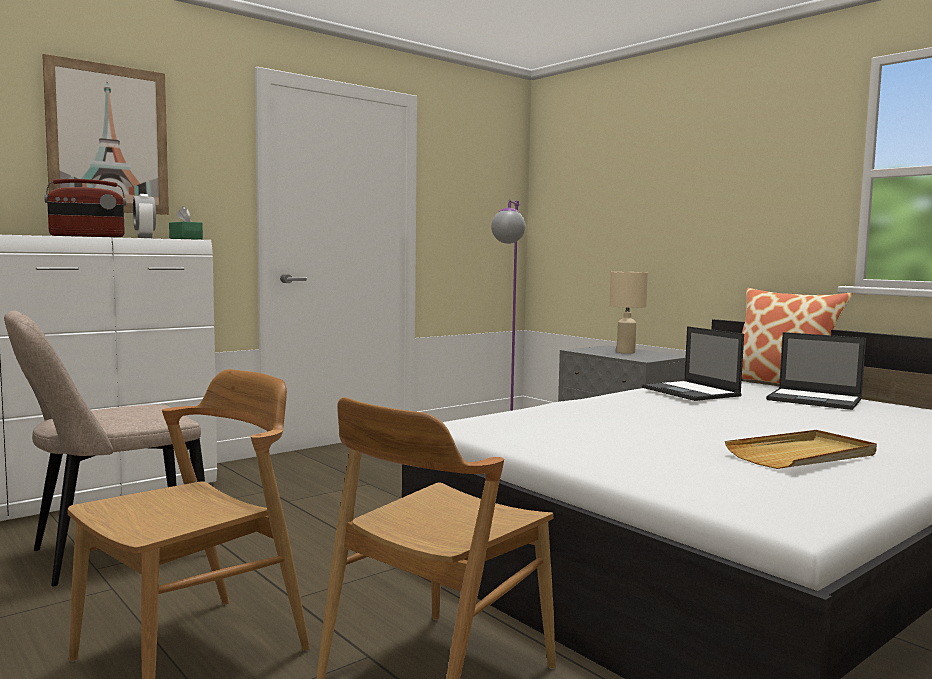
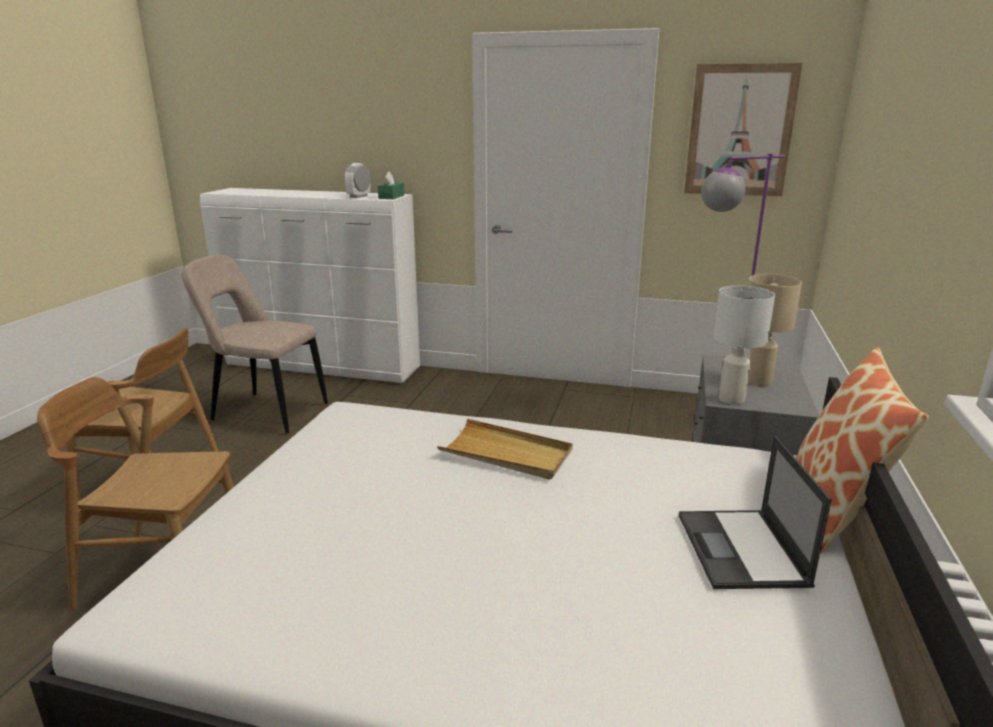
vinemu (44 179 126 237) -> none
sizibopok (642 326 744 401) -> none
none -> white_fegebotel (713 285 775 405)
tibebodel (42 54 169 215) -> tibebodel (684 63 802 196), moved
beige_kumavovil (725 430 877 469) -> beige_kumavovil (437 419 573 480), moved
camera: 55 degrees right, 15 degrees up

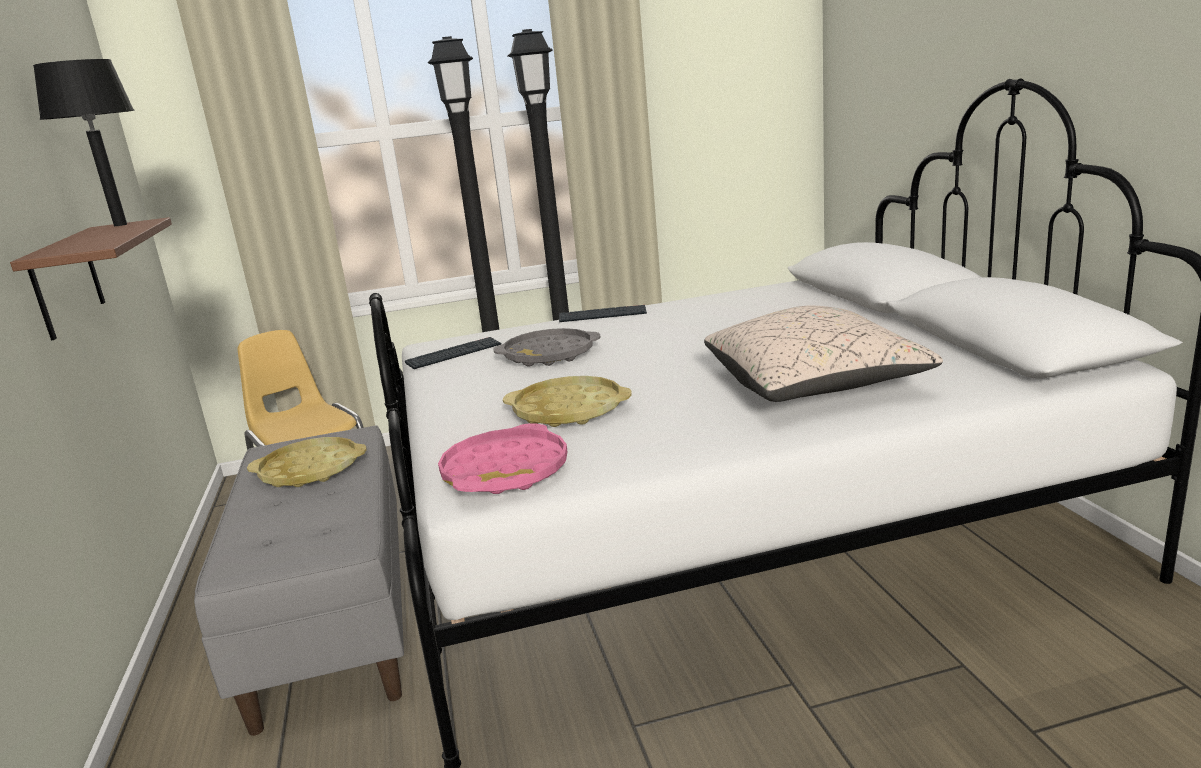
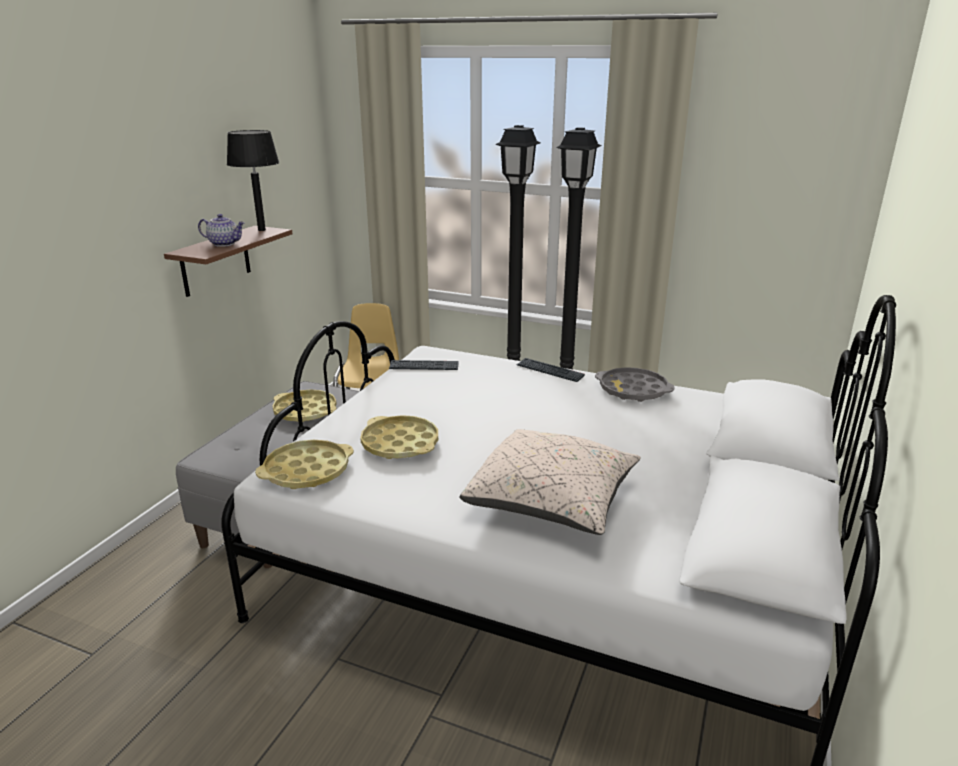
none -> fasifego (198 214 244 247)
grey_kumavovil (494 328 601 367) -> grey_kumavovil (595 367 675 402), moved
pink_kumavovil (438 424 568 494) -> yellow_kumavovil (255 440 354 489)
camera: 35 degrees right, 5 degrees up

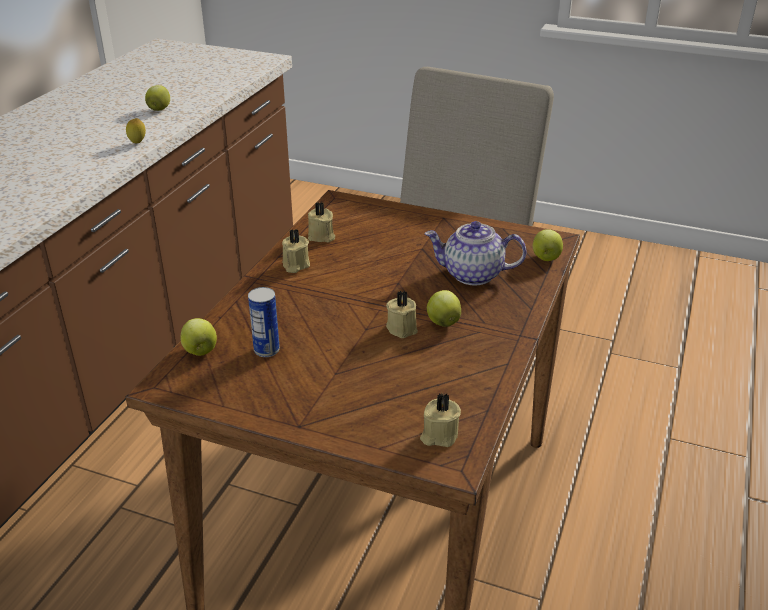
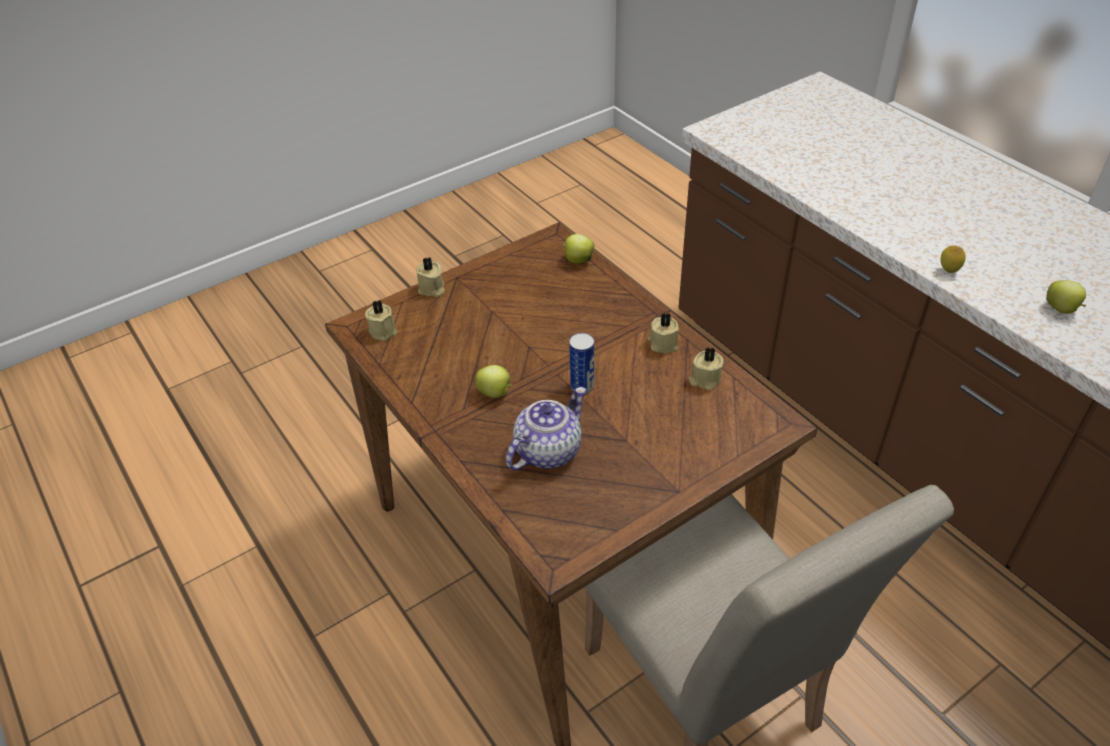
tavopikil (532 229 563 261) -> none
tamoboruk (248 287 280 357) -> tamoboruk (569 333 594 394), moved
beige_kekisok (386 291 418 338) -> beige_kekisok (416 257 445 297), moved
camera: 125 degrees right, 10 degrees up

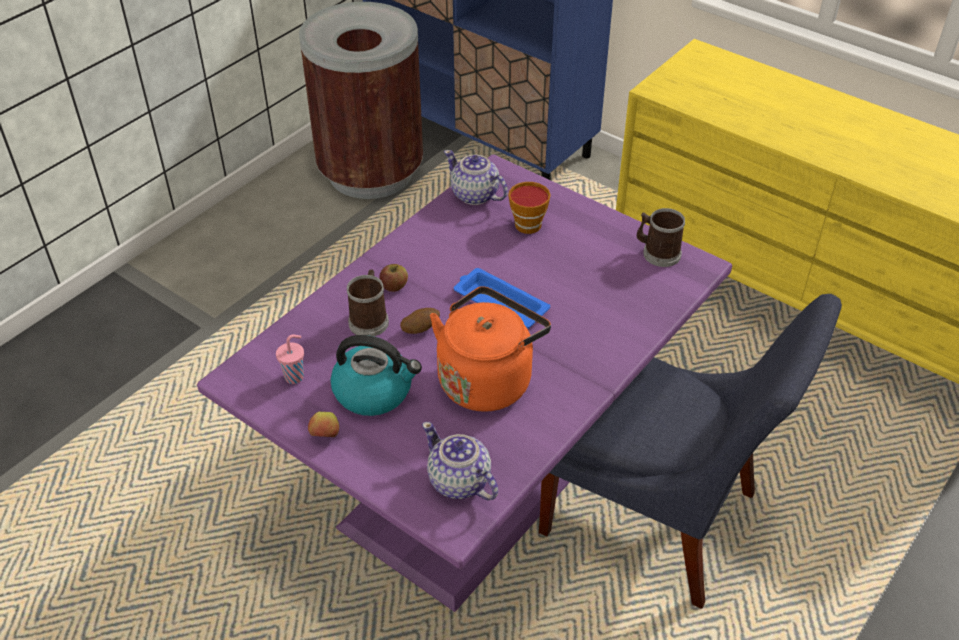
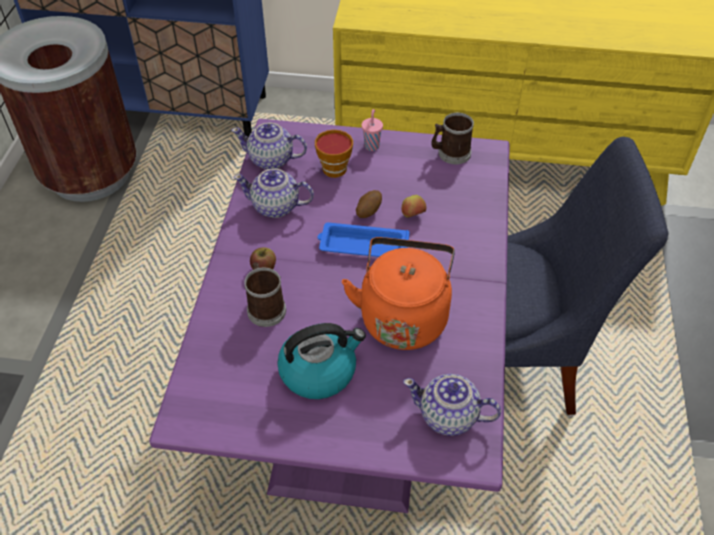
none -> fasifego (234 168 314 218)
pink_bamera (276 334 304 384) -> pink_bamera (362 109 383 151), moved
tavopikil (308 412 339 437) -> tavopikil (402 195 426 218), moved
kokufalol (400 308 440 334) -> kokufalol (356 190 382 218), moved
camera: 30 degrees left, 5 degrees up

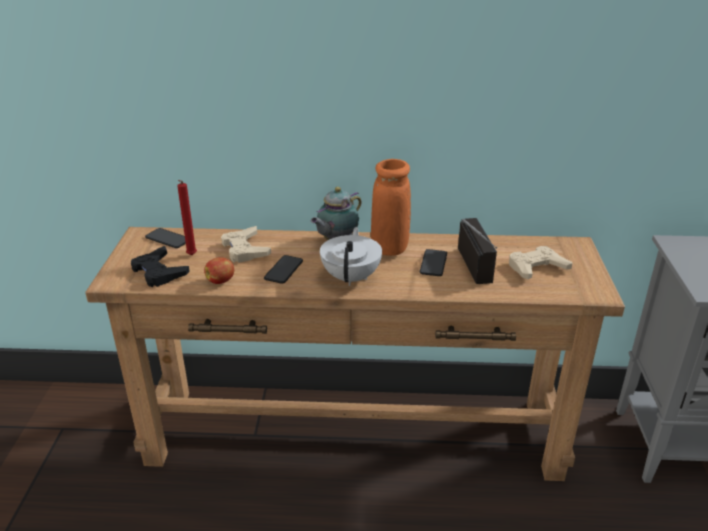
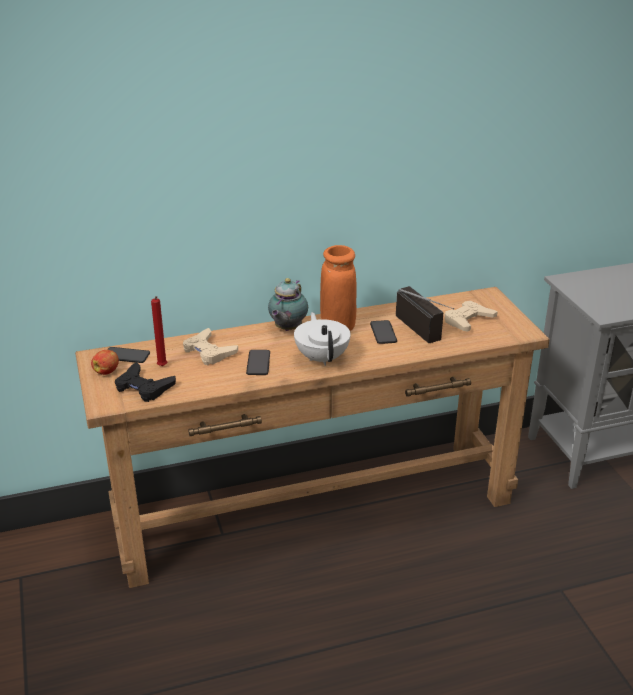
tavopikil (204 257 234 284) -> tavopikil (91 350 119 375), moved
camera: 20 degrees left, 0 degrees up

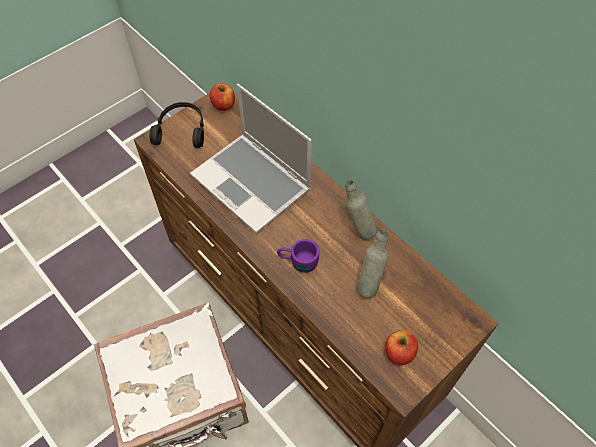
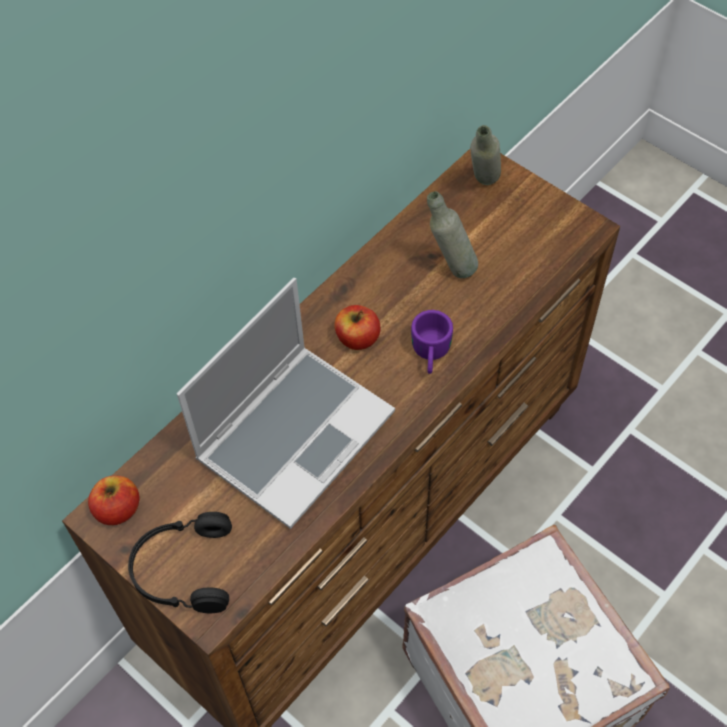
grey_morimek (345 180 377 240) -> grey_morimek (470 125 501 185), moved
tavopikil (385 330 418 365) -> tavopikil (334 305 381 350), moved
camera: 95 degrees left, 0 degrees up

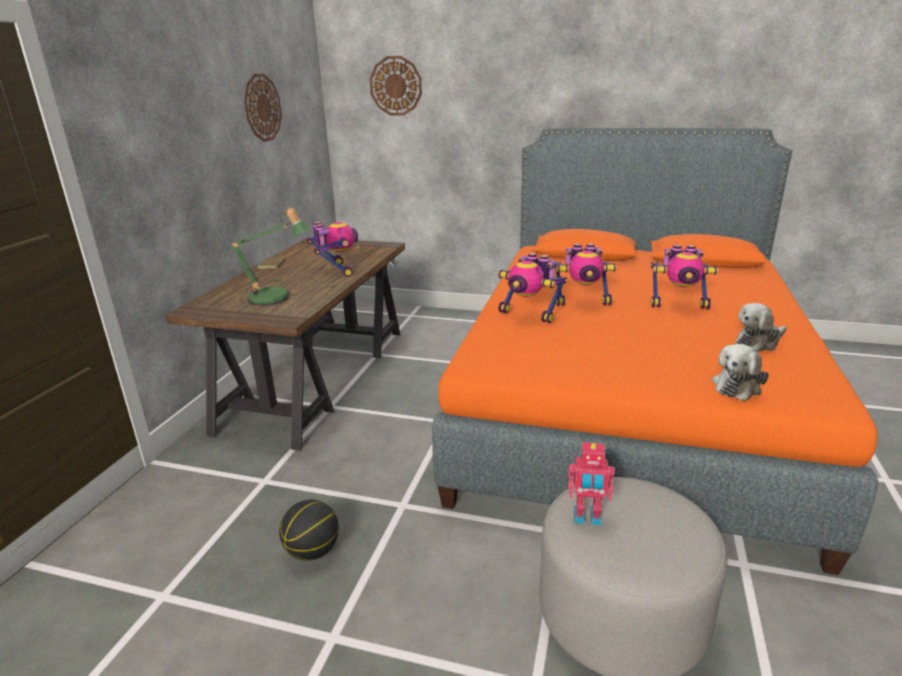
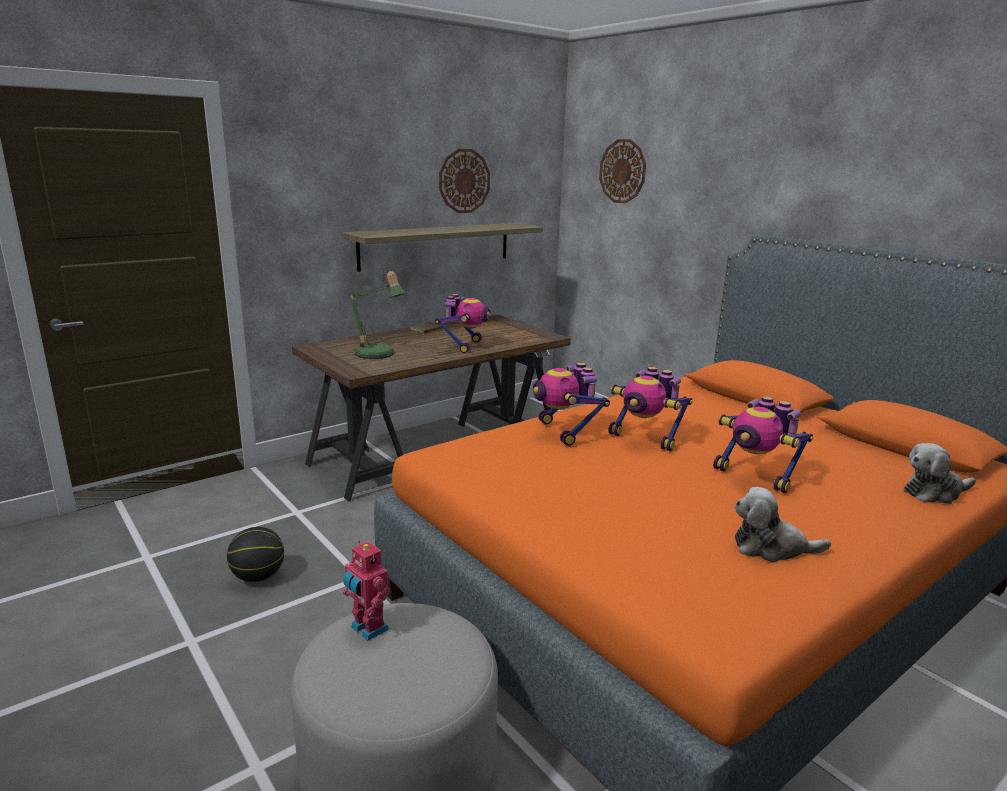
none -> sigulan (342 223 543 272)
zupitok (712 344 769 401) -> zupitok (904 443 976 504), moved
camera: 35 degrees right, 5 degrees down

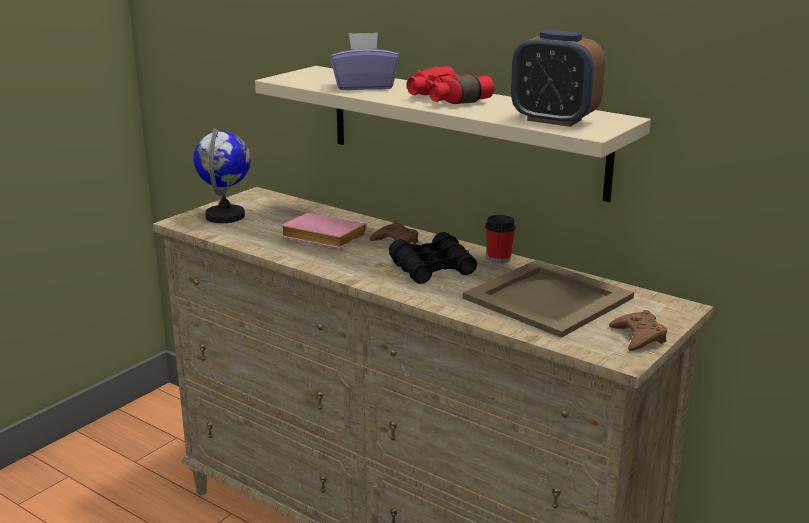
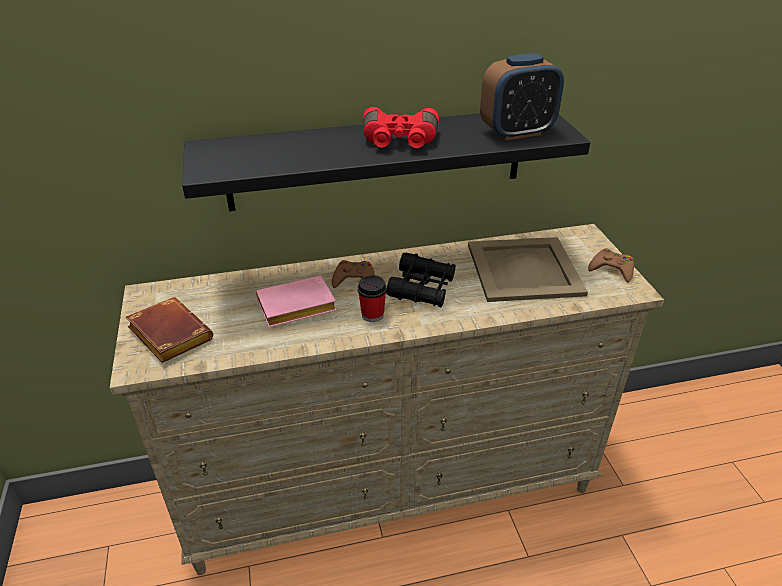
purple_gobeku (330 32 400 90) -> none
bamera (485 215 516 263) -> bamera (357 275 387 322), moved
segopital (193 128 251 223) -> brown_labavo (126 297 213 363)
beige_sigulan (255 66 651 202) -> black_sigulan (182 113 590 212)
camera: 50 degrees left, 15 degrees up

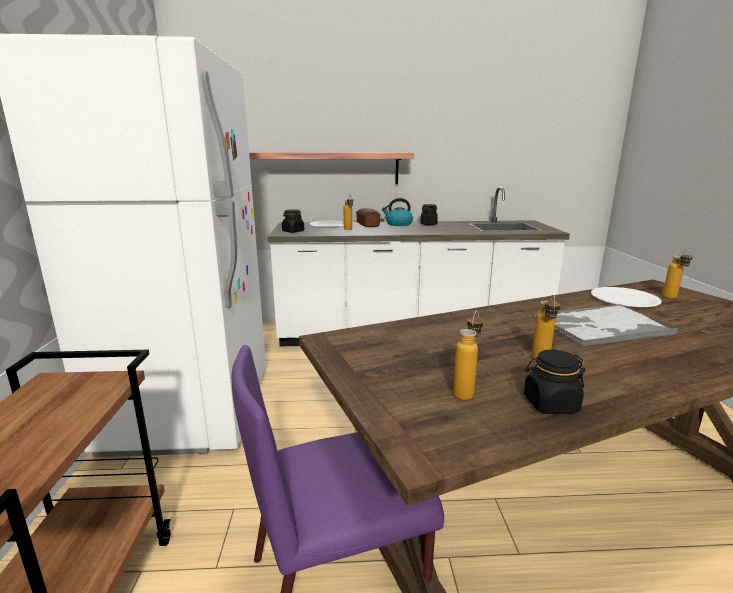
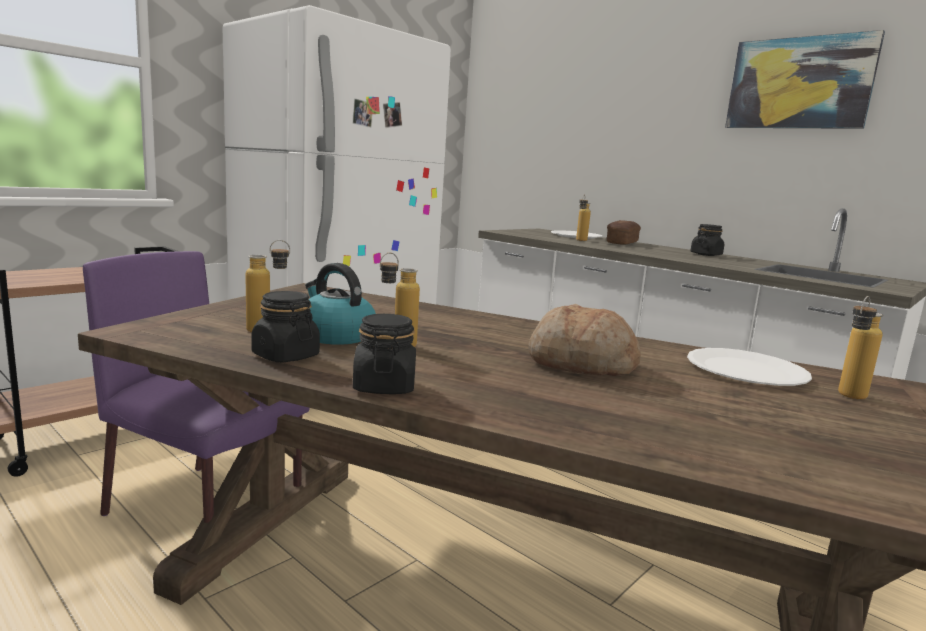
sigulan (249 152 414 184) -> none
none -> tibebodel (725 30 885 129)
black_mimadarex (282 209 304 233) -> black_mimadarex (353 314 416 394), moved
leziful (382 198 413 226) -> leziful (305 263 376 345), moved
kumavovil (535 304 679 347) -> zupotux (528 304 641 376)
camera: 45 degrees right, 5 degrees down

